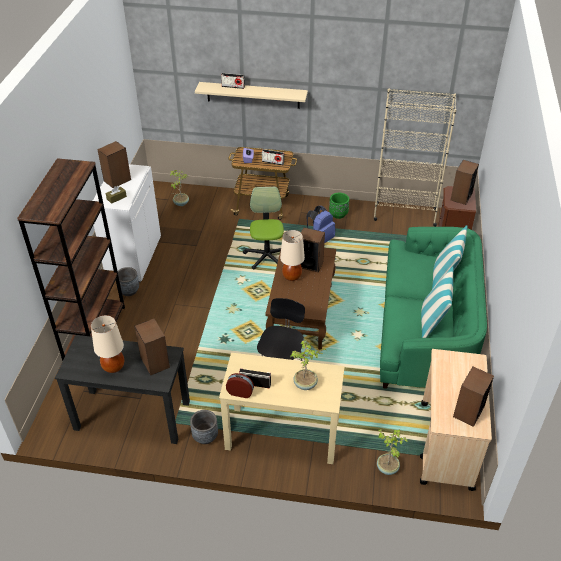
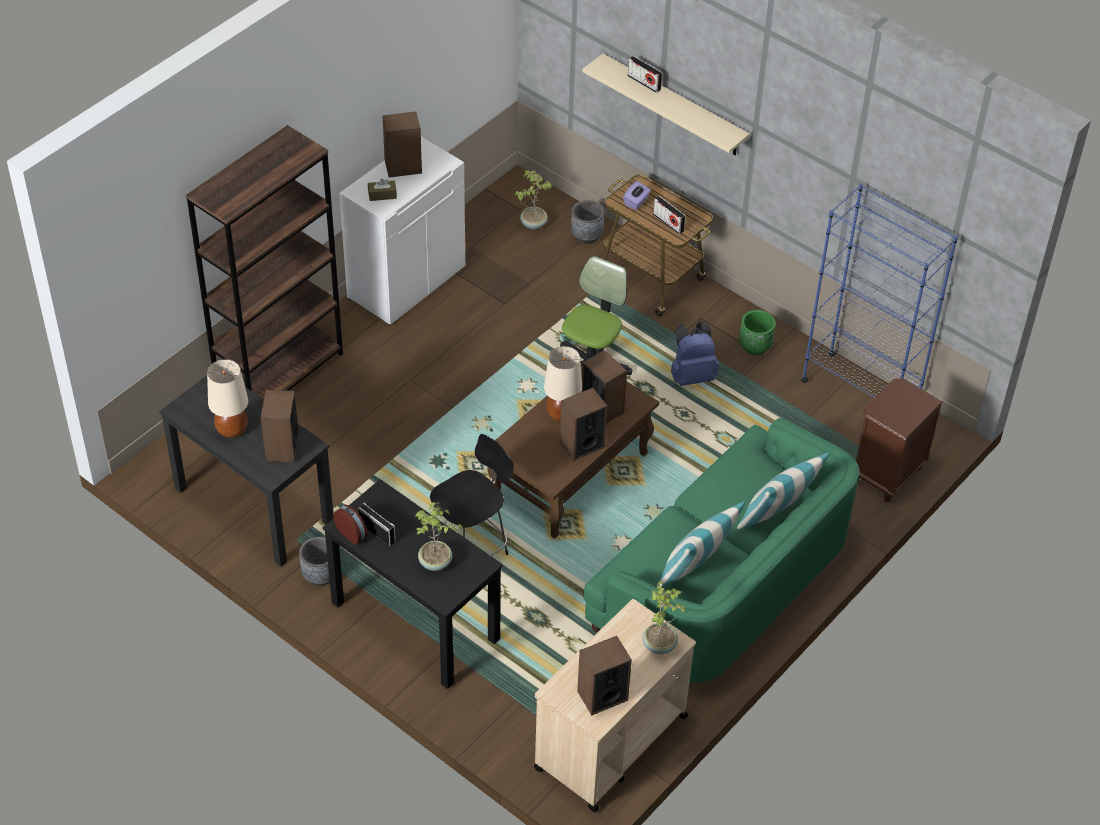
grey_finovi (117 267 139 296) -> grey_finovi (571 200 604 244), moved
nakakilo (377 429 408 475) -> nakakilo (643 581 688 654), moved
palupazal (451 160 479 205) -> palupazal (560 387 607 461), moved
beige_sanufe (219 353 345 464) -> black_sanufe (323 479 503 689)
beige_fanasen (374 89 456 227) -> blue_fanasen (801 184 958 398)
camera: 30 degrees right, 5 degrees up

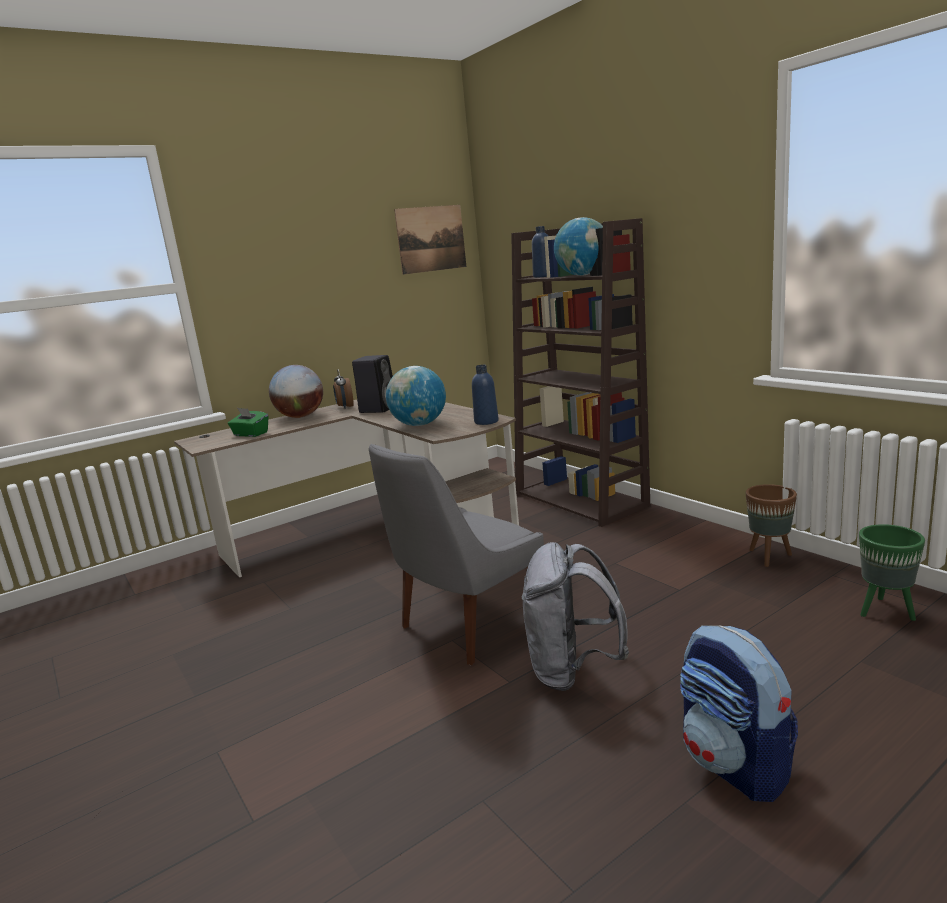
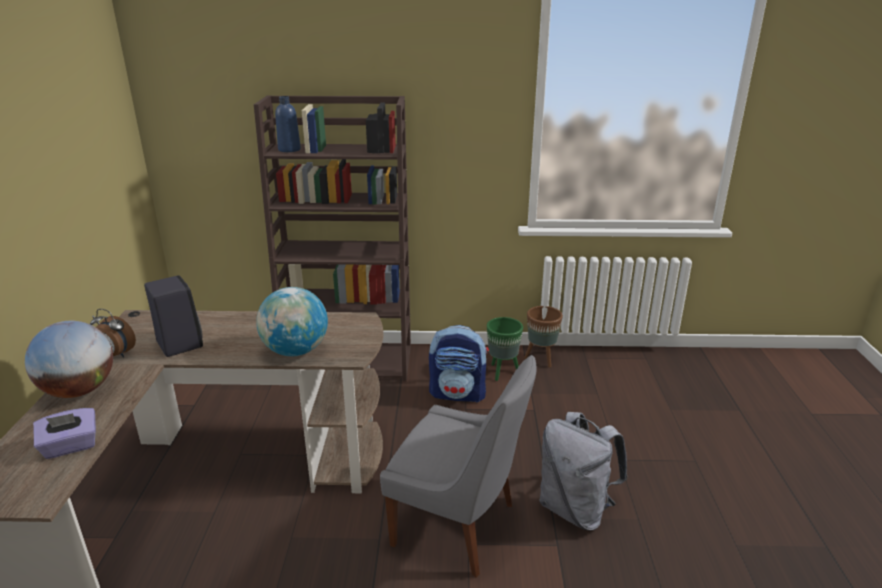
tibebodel (394 205 466 275) -> none
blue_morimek (472 365 499 425) -> none
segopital (554 217 603 276) -> none
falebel (680 625 798 802) -> falebel (429 325 489 402), moved
green_finovi (859 524 925 621) -> green_finovi (487 317 523 381), moved
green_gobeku (228 408 268 437) -> purple_gobeku (33 408 96 459)
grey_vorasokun (369 444 544 665) -> grey_vorasokun (380 355 537 577), 60 degrees counterclockwise
camera: 55 degrees left, 10 degrees up

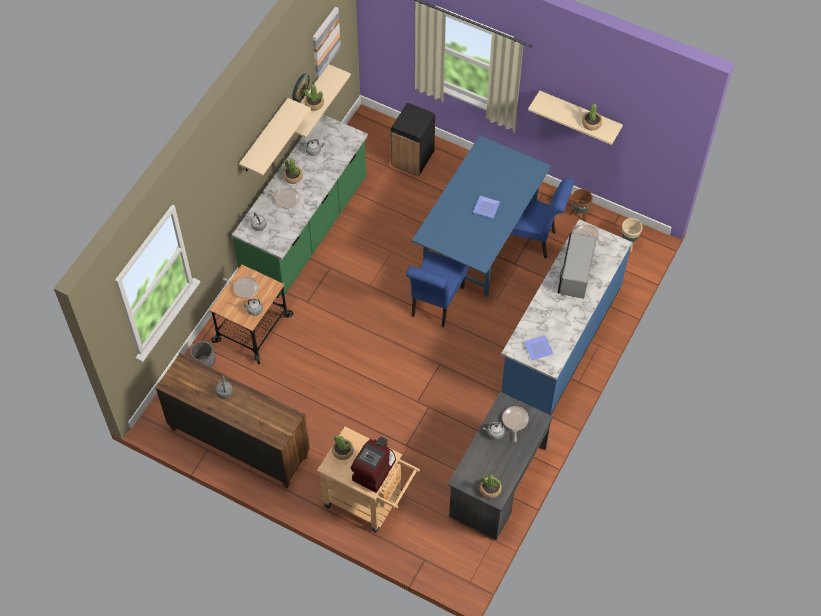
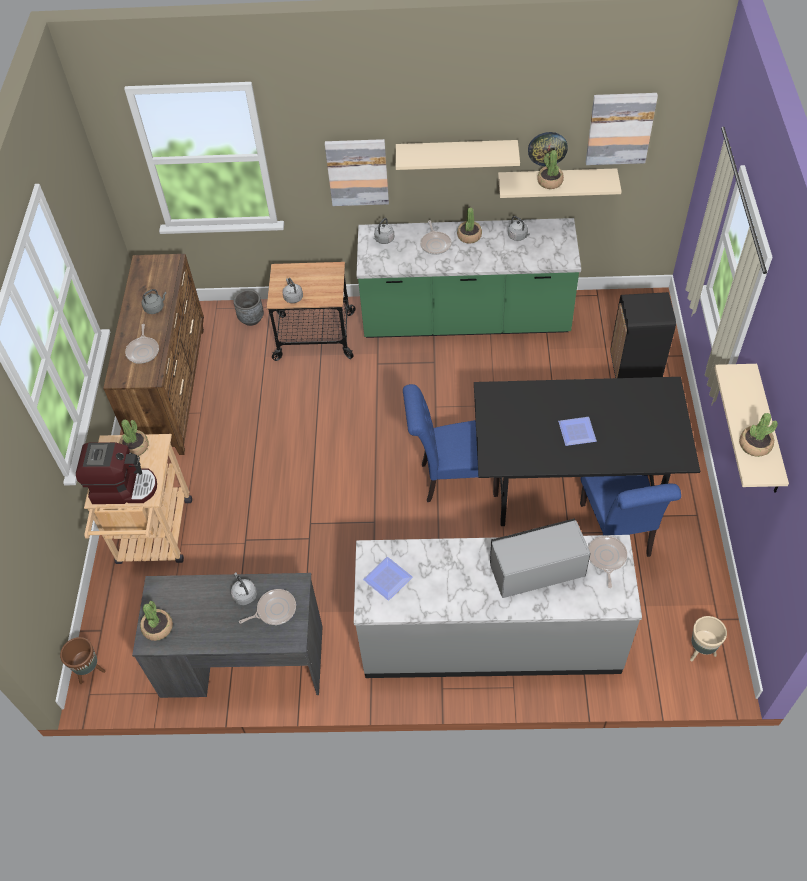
none -> tibebodel (325 139 389 206)
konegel (223 277 259 298) -> konegel (125 324 159 364), moved
brown_finovi (570 189 593 221) -> brown_finovi (60 637 106 684), moved
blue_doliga (412 135 551 296) -> black_doliga (474 377 700 526)
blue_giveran (501 219 632 415) -> grey_giveran (354 535 642 678)
camera: 65 degrees right, 5 degrees down

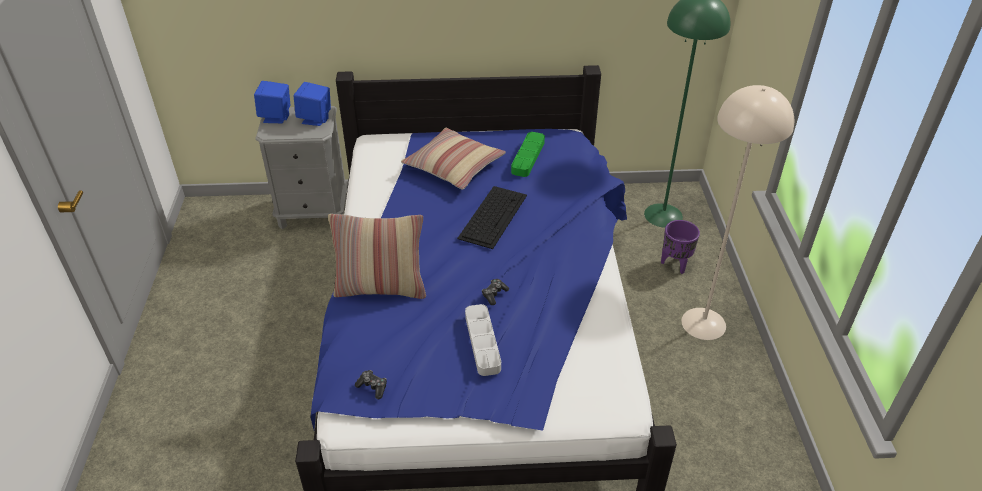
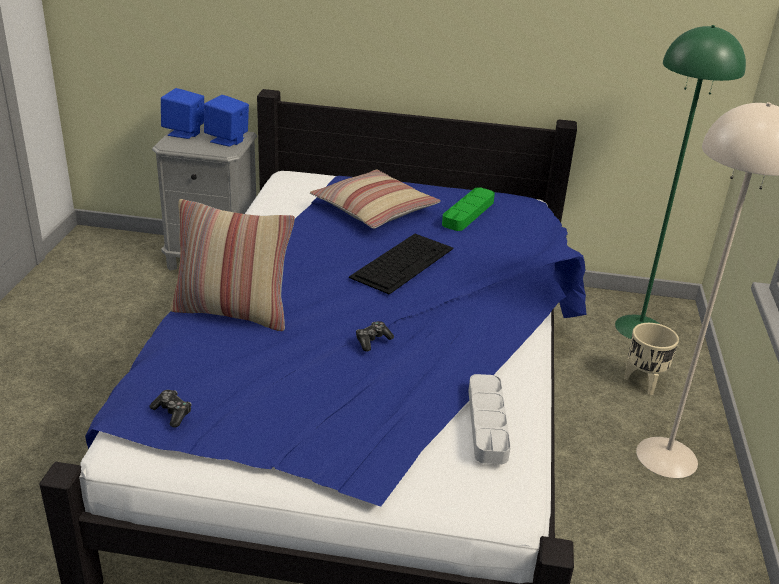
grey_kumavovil (465 304 501 376) -> grey_kumavovil (468 374 511 464), moved
purple_finovi (661 220 700 274) -> beige_finovi (624 323 679 395)
camera: 10 degrees right, 10 degrees down

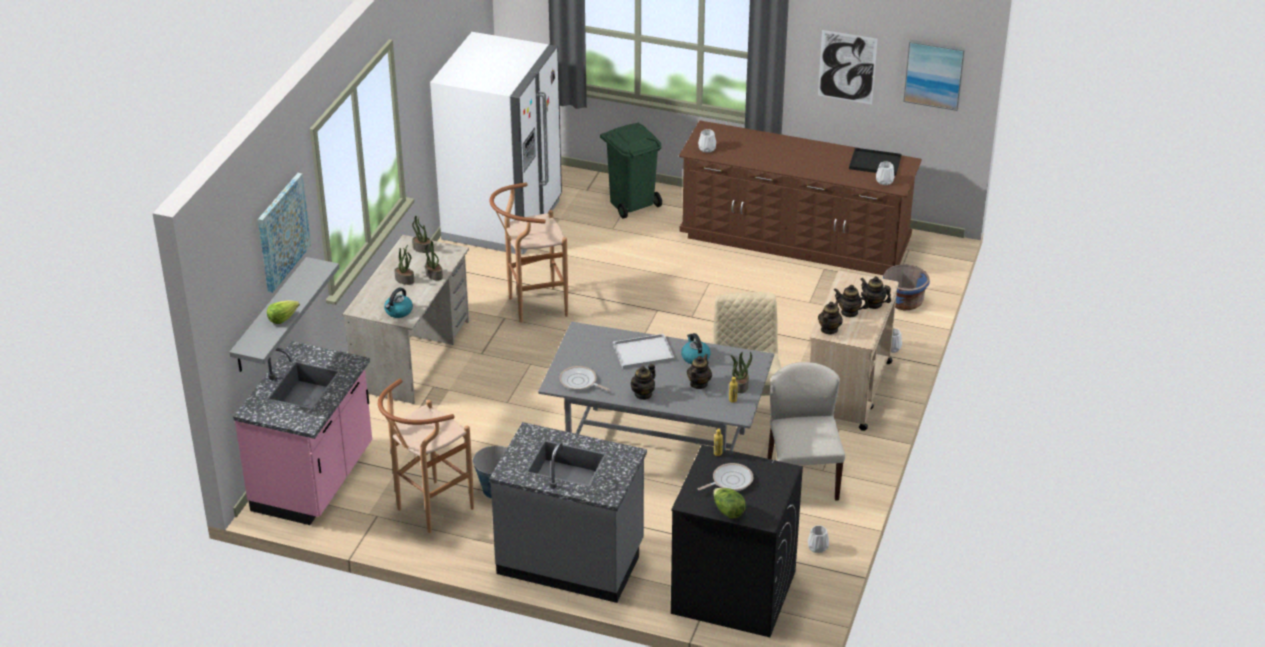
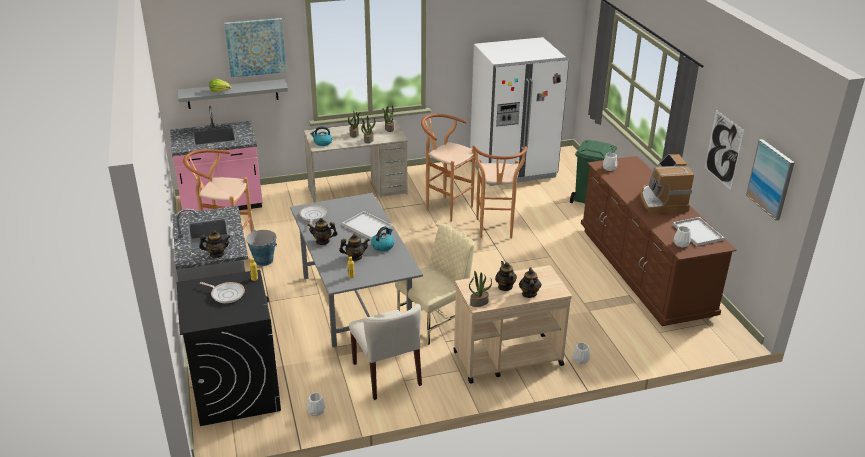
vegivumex (713 488 746 519) -> none
blue_finovi (883 264 930 310) -> none
none -> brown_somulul (473 146 528 239)
none -> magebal (640 154 694 214)
nakakilo (731 352 752 393) -> nakakilo (469 271 492 307), moved
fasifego (818 300 843 334) -> fasifego (199 230 230 258), moved
black_kumavovil (849 148 901 176) -> white_kumavovil (673 217 724 246)
beige_vorasokun (767 362 845 501) -> beige_vorasokun (349 304 422 400), 105 degrees clockwise
camera: 55 degrees right, 5 degrees down

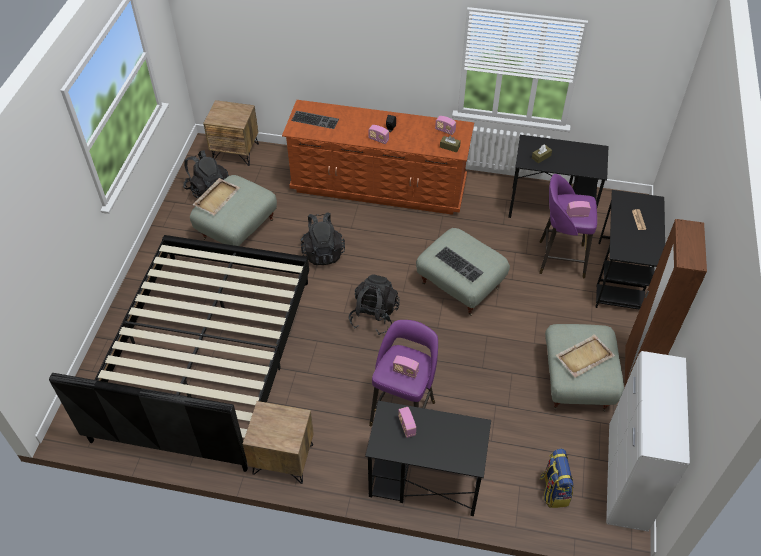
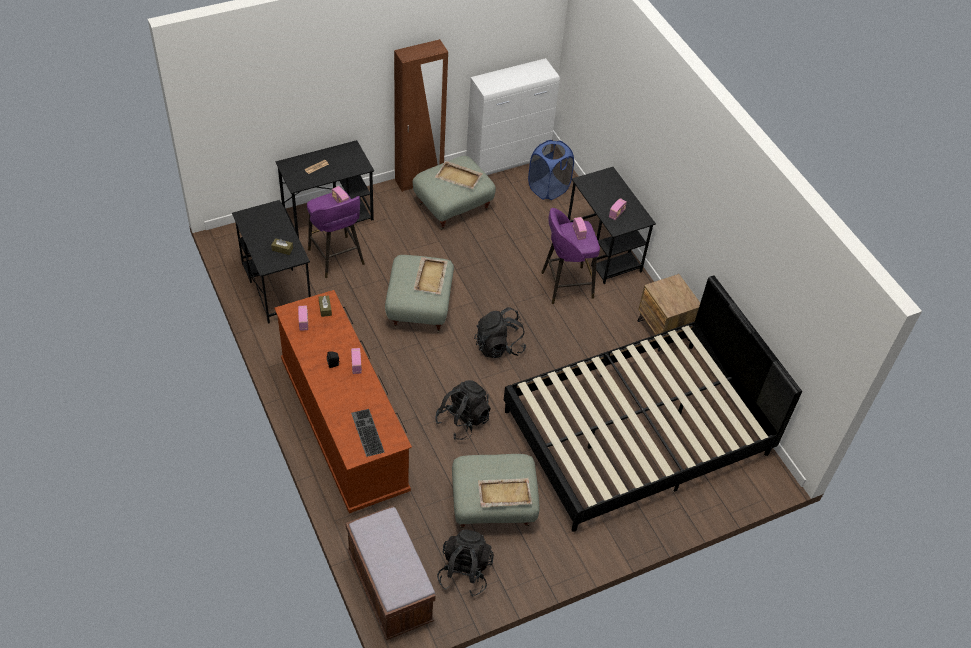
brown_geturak (203 100 259 166) -> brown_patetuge (345 506 435 640)
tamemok (435 246 484 282) -> beige_kumavovil (414 257 448 295)
falebel (540 449 573 508) -> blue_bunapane (528 140 574 200)
camera: 130 degrees left, 0 degrees up

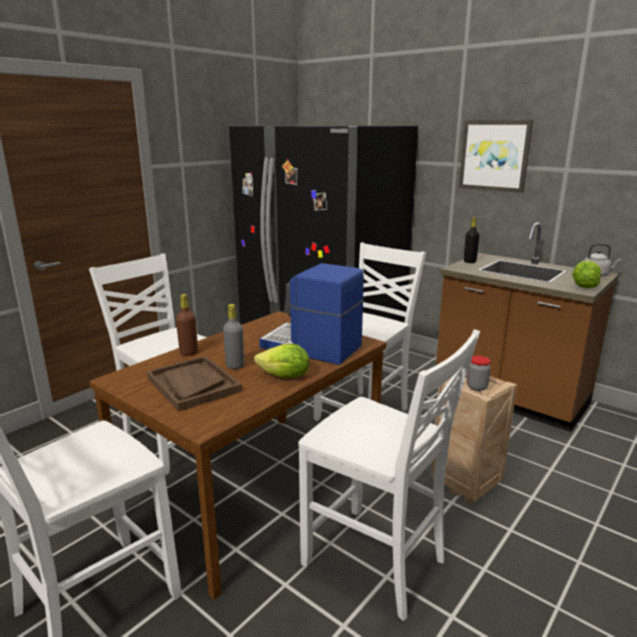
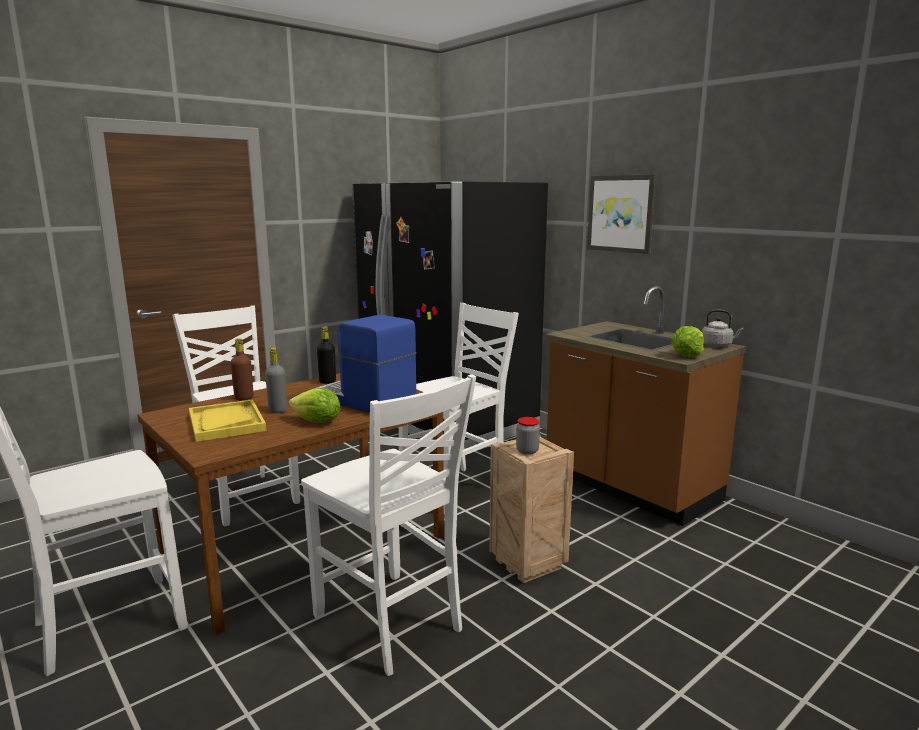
black_morimek (464 217 480 263) -> black_morimek (317 327 336 384), moved
brown_kumavovil (147 356 242 412) -> yellow_kumavovil (189 399 267 442)
camera: 10 degrees right, 5 degrees down

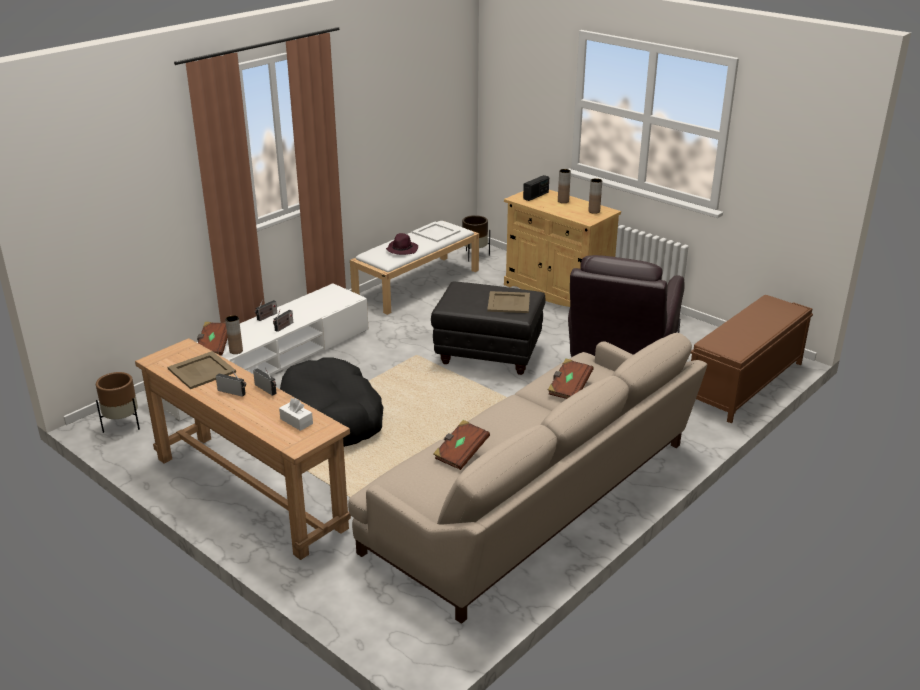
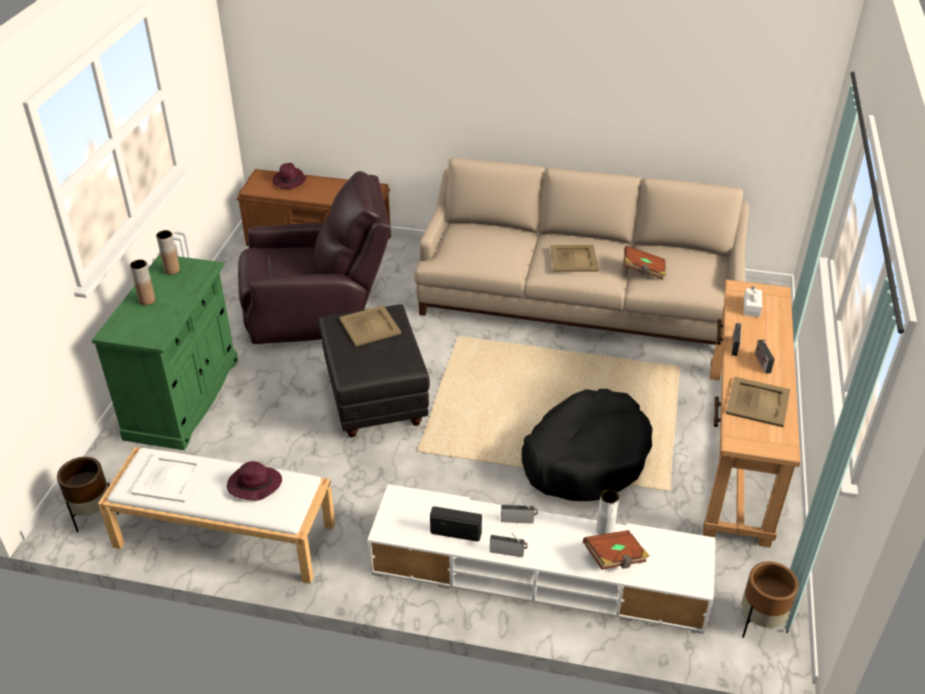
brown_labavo (548 358 594 399) -> none
none -> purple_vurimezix (273 163 307 189)
none -> beige_kumavovil (550 245 599 272)
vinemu (523 175 549 201) -> vinemu (430 506 482 542), moved
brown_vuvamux (225 315 243 354) -> white_vuvamux (596 489 619 535)
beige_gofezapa (504 190 621 307) -> green_gofezapa (92 254 238 450)
camera: 120 degrees left, 10 degrees up

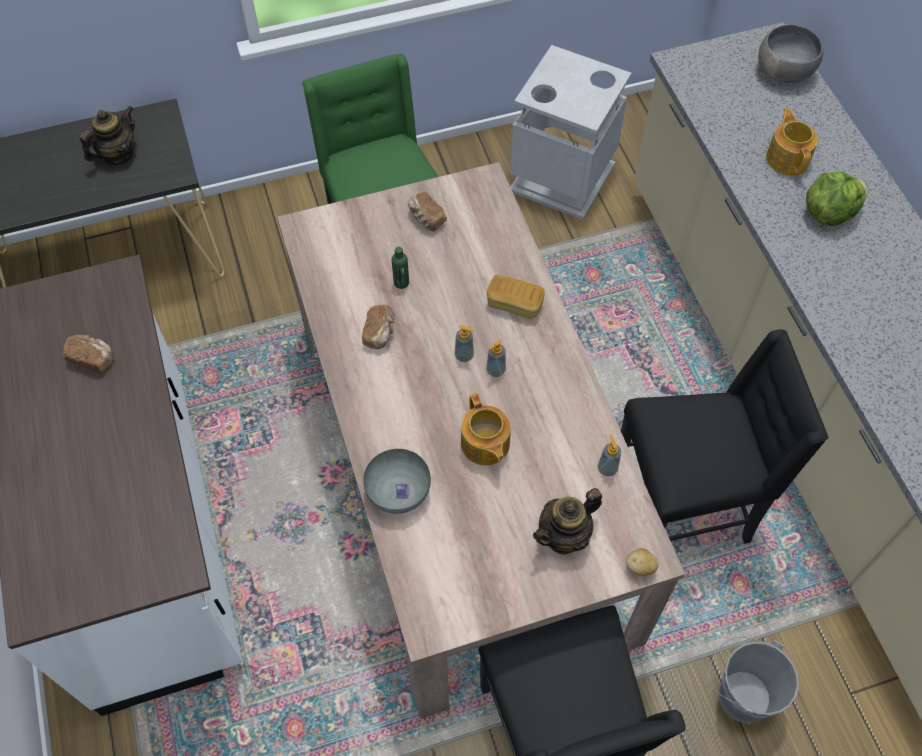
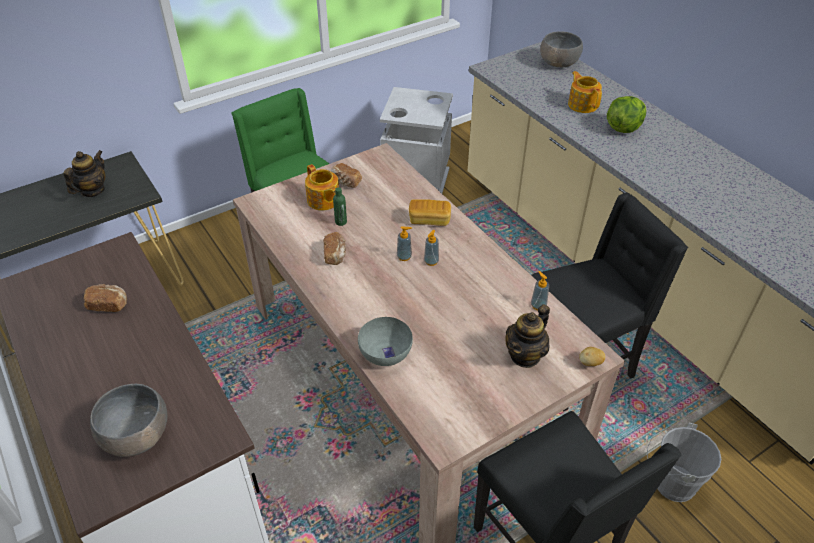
none -> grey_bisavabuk (90 384 167 457)
fasifego (461 393 511 466) -> fasifego (305 164 339 211), moved
camera: 15 degrees left, 15 degrees down

